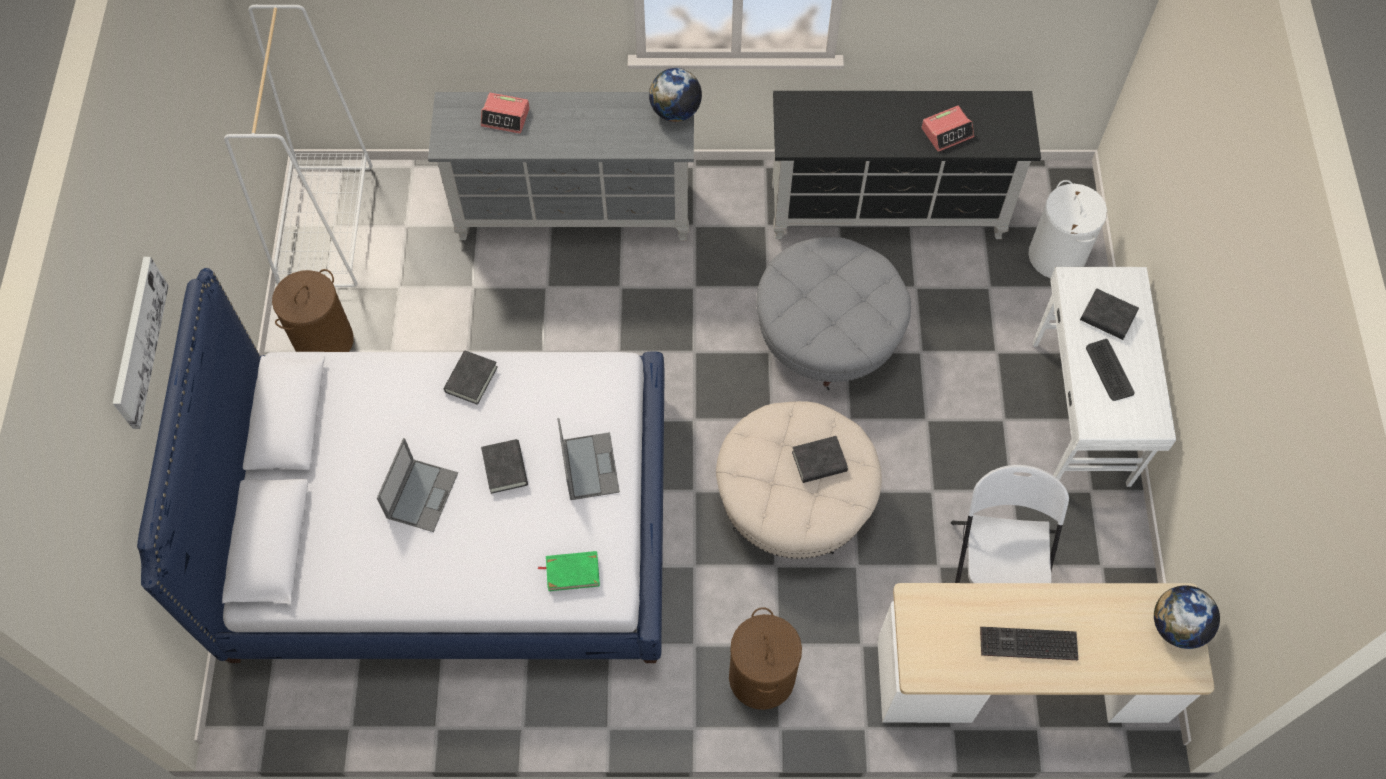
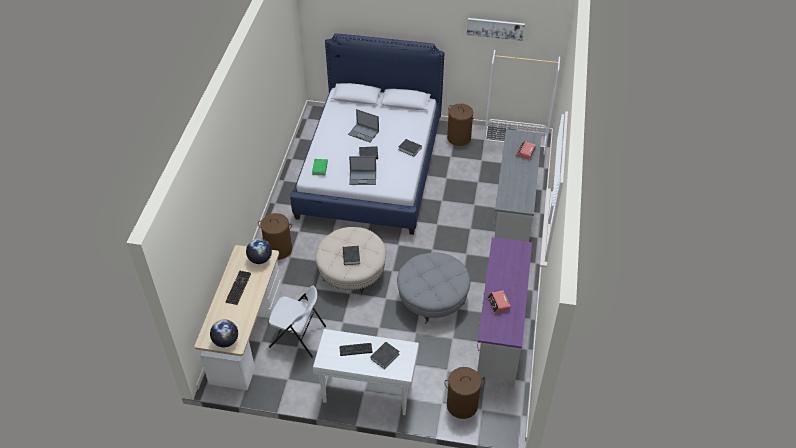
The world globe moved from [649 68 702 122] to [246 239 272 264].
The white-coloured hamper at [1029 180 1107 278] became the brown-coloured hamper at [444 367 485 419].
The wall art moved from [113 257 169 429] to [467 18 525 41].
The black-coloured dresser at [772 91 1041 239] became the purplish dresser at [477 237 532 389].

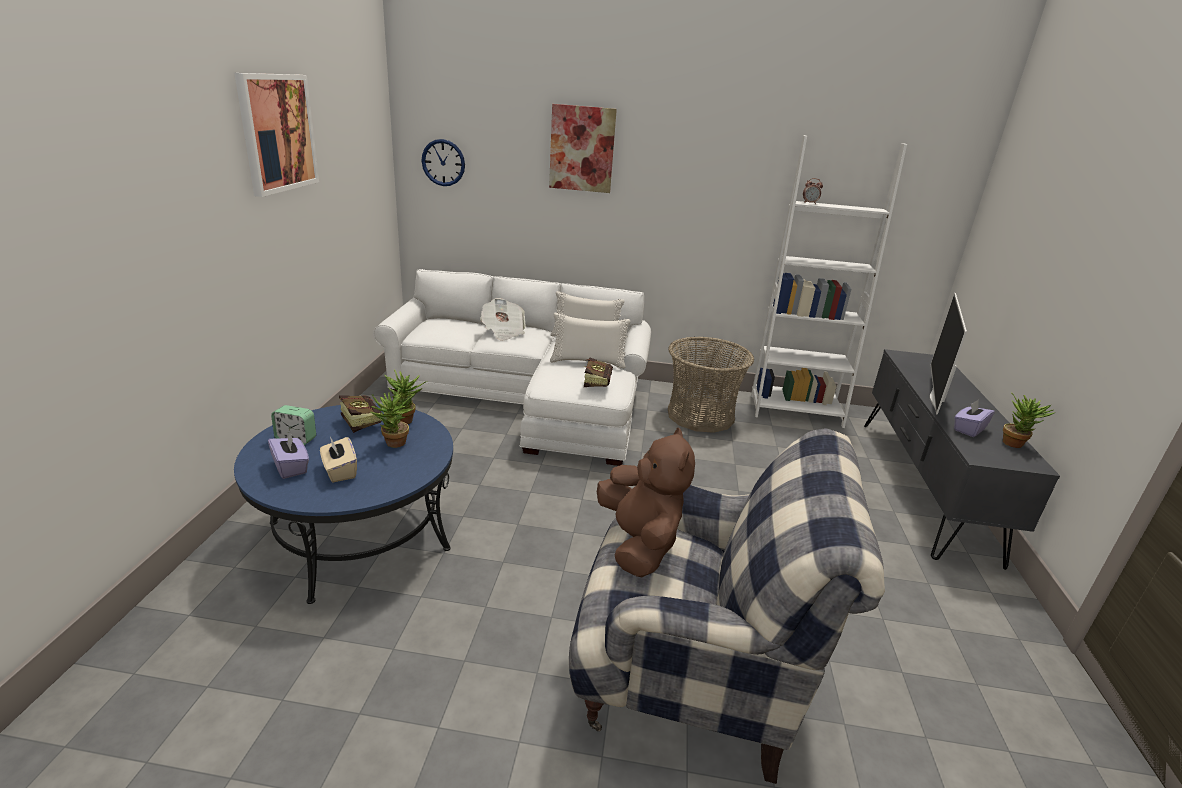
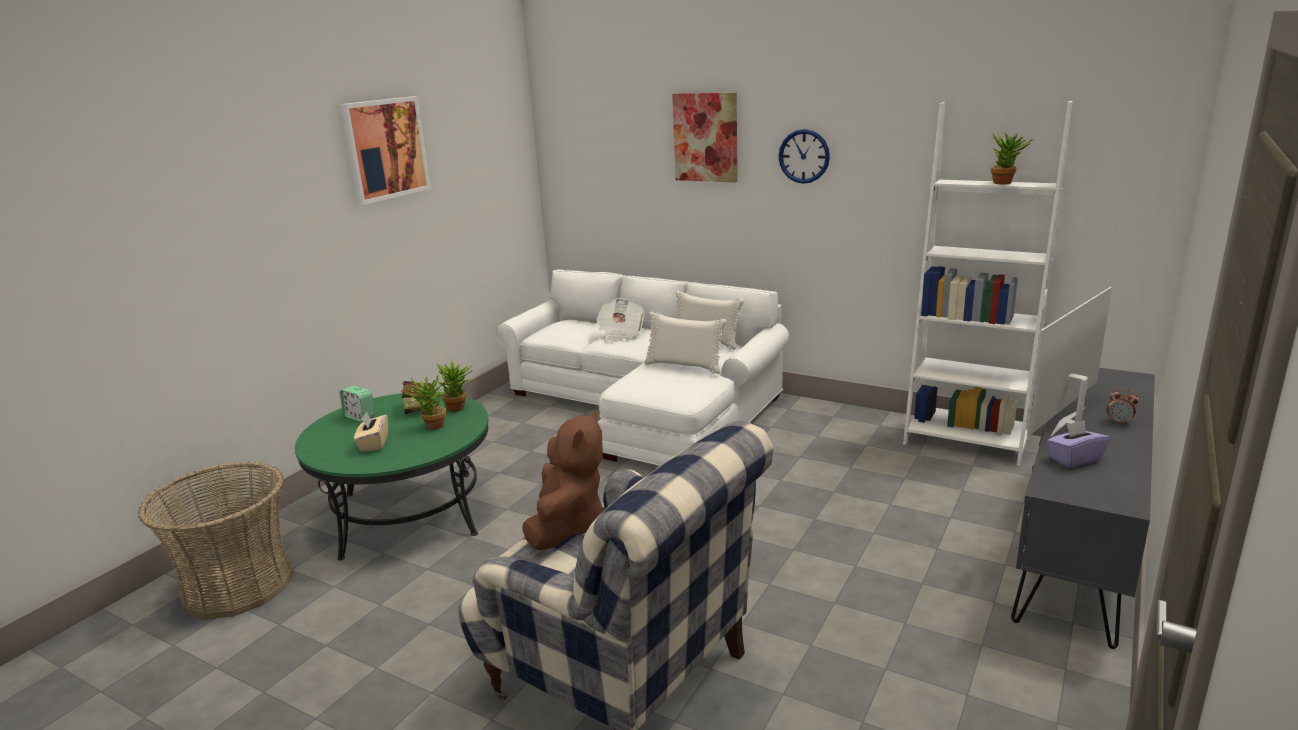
The basket moved from [668 337 754 433] to [138 461 294 619].
The bluish low table at [234 403 453 604] became the greenish low table at [295 392 489 560].
The hanging clock moved from [422 139 465 186] to [778 129 830 184].
The potted plant moved from [1003 393 1056 448] to [991 132 1033 184].
The alarm clock moved from [803 178 823 204] to [1107 389 1139 425].
The purplish box of tissues at [268 433 309 479] disappeared.
The bound book at [584 357 613 387] disappeared.

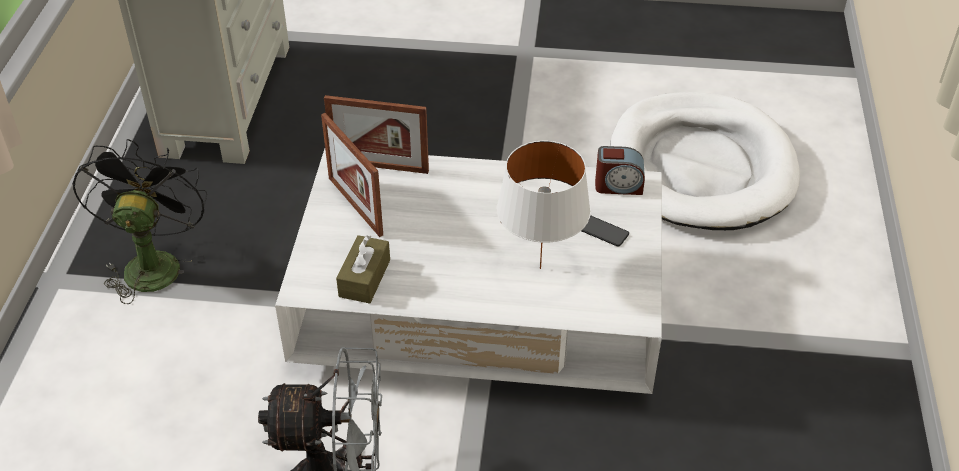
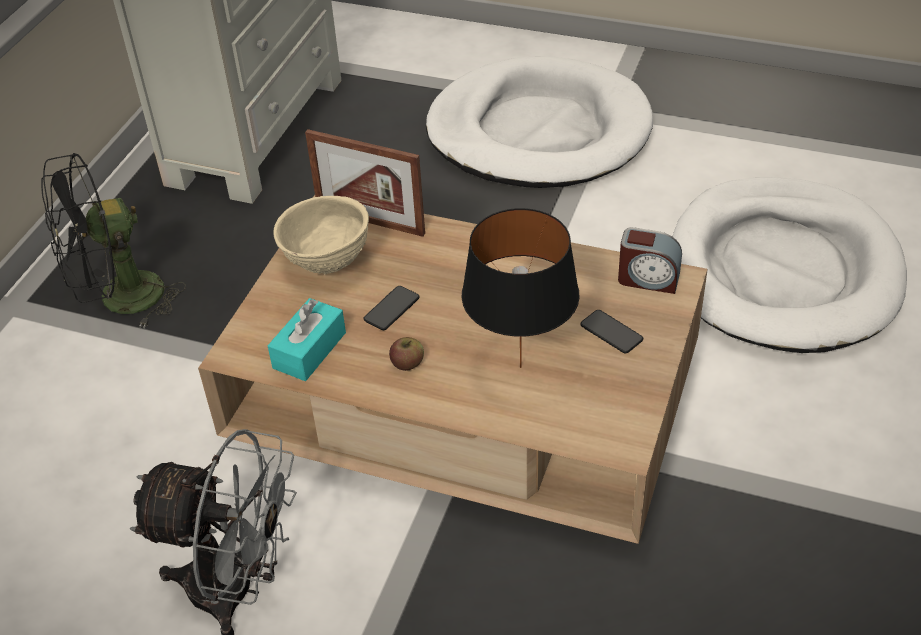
The black-coloured fan at [72 139 207 304] turned 135 degrees counterclockwise.
The white-coloured low table at [275 149 662 394] became the brown-coloured low table at [198 195 708 544].
The brown-coloured box of tissues at [336 235 390 304] became the turquoise-coloured box of tissues at [268 298 346 381].
The standing frame at [321 113 383 237] was replaced by the sand-coloured bowl at [274 196 369 275].
The handset at [363 286 420 330] appeared.
The apple fruit at [389 337 424 371] appeared.
The white-coloured dog bed at [426 56 653 188] appeared.
The white-coloured tabletop lamp at [497 141 591 269] became the black-coloured tabletop lamp at [462 208 580 368].

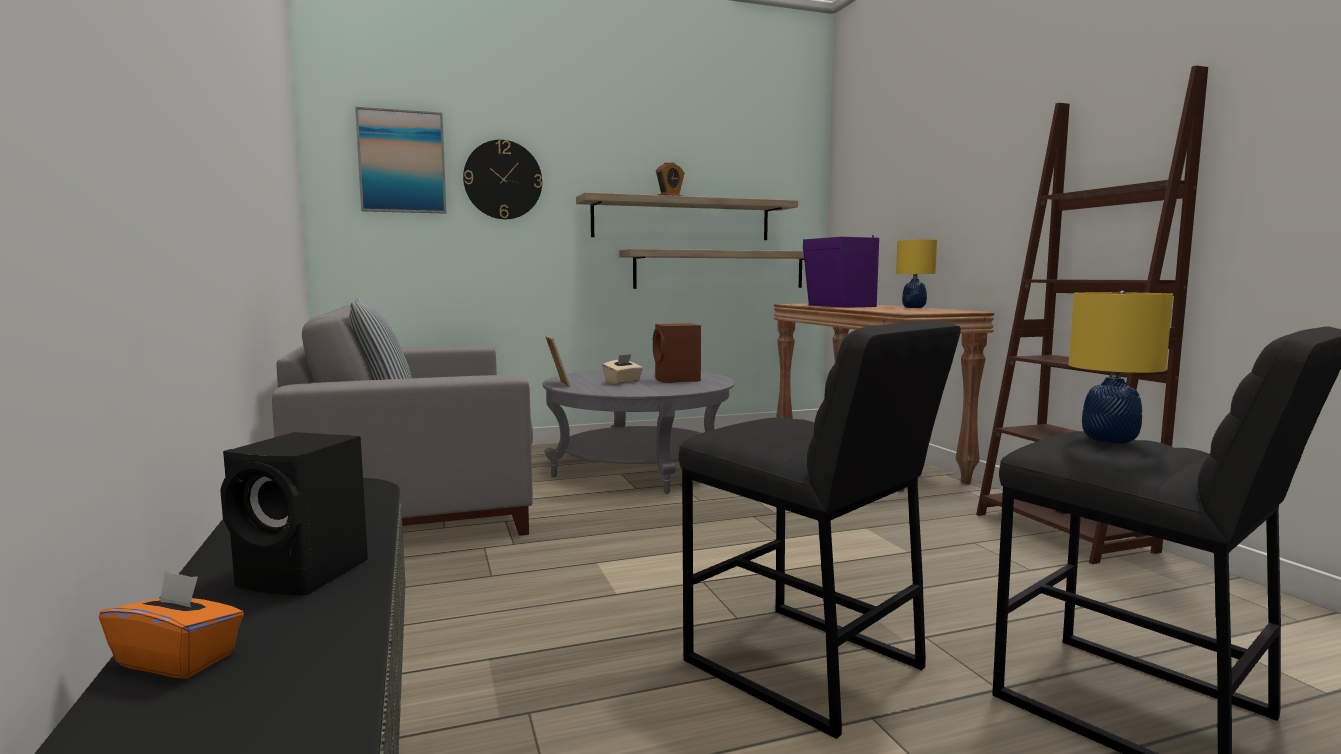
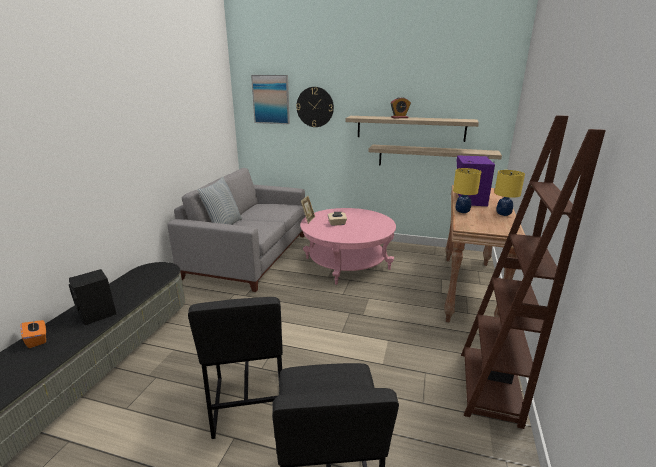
The gray low table at [543 369 735 493] became the pinkish low table at [300 208 396 285].
The yellowish tabletop lamp moved from [1068 291 1173 444] to [453 168 481 213].
The brown-coloured audio speaker at [653 323 701 383] disappeared.

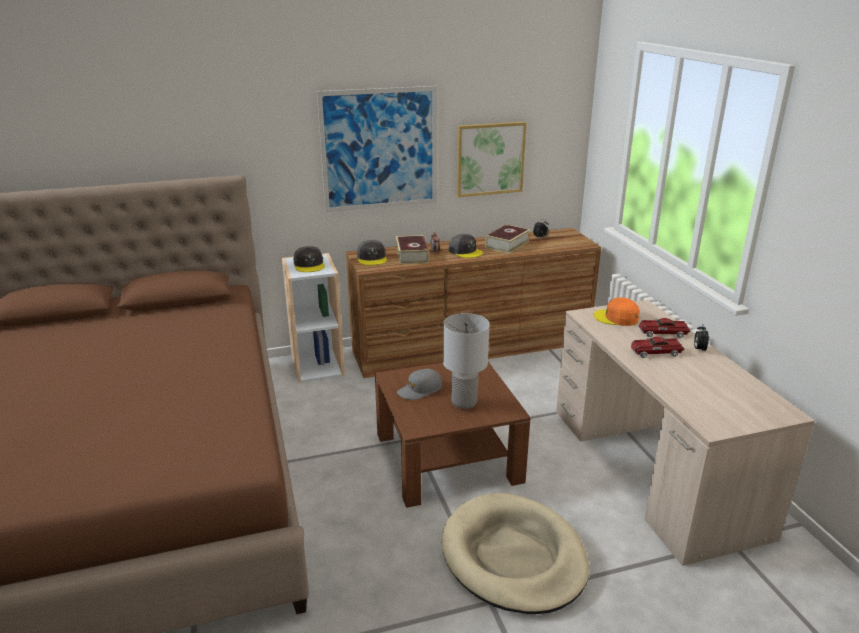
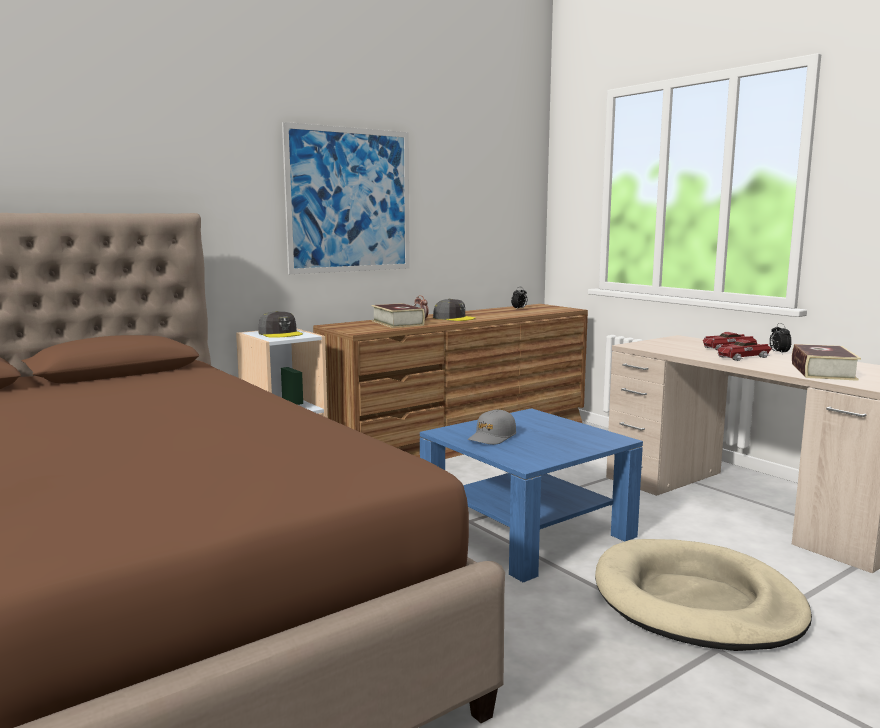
The brown-coloured low table at [375 362 531 508] became the bluish low table at [420 408 643 582].
The bound book moved from [485 224 530 254] to [792 344 861 381].
The gray cap at [357 240 387 265] disappeared.
The gray tabletop lamp at [443 313 490 409] disappeared.
The wall art at [457 122 527 197] disappeared.
The orange cap at [594 298 640 326] disappeared.

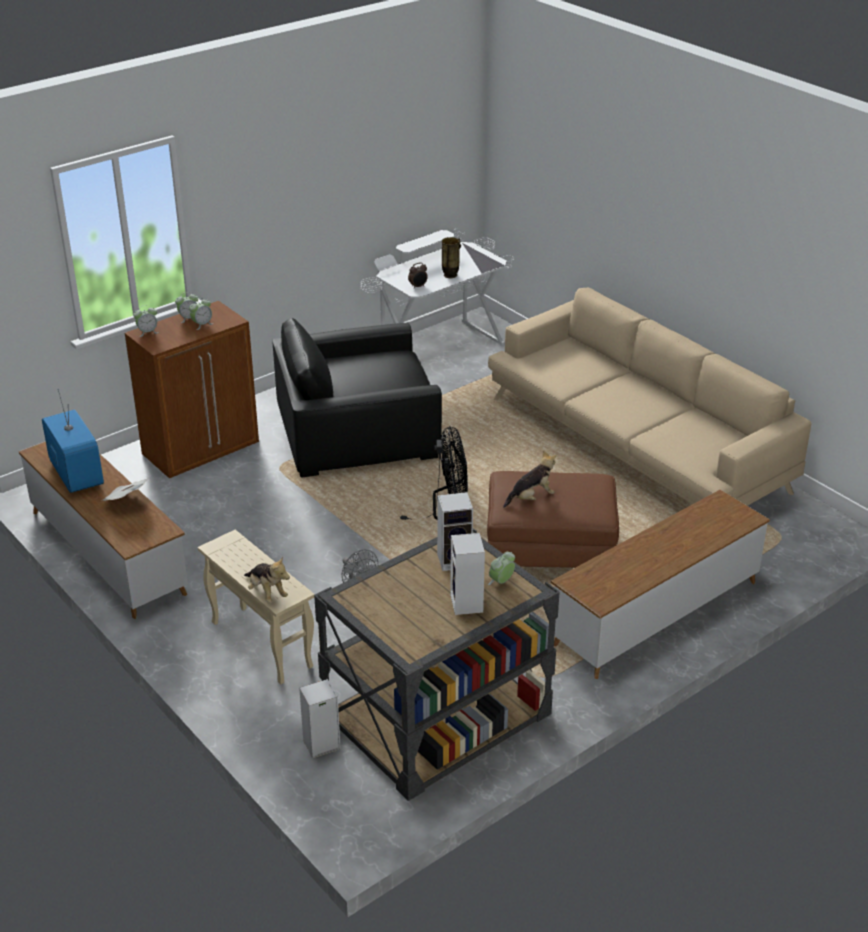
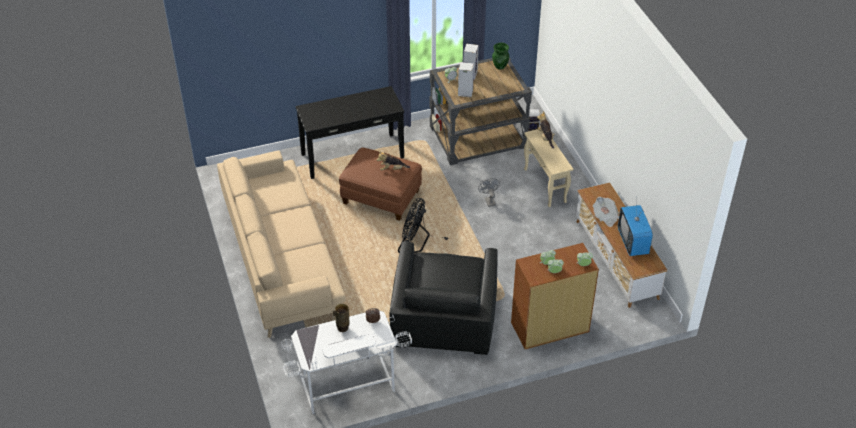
The tv unit at [551 490 770 679] was replaced by the black-coloured hall table at [296 86 404 179].
The black-coloured lounge chair at [272 318 442 478] turned 90 degrees clockwise.
The greenish flower vase at [492 43 509 69] appeared.

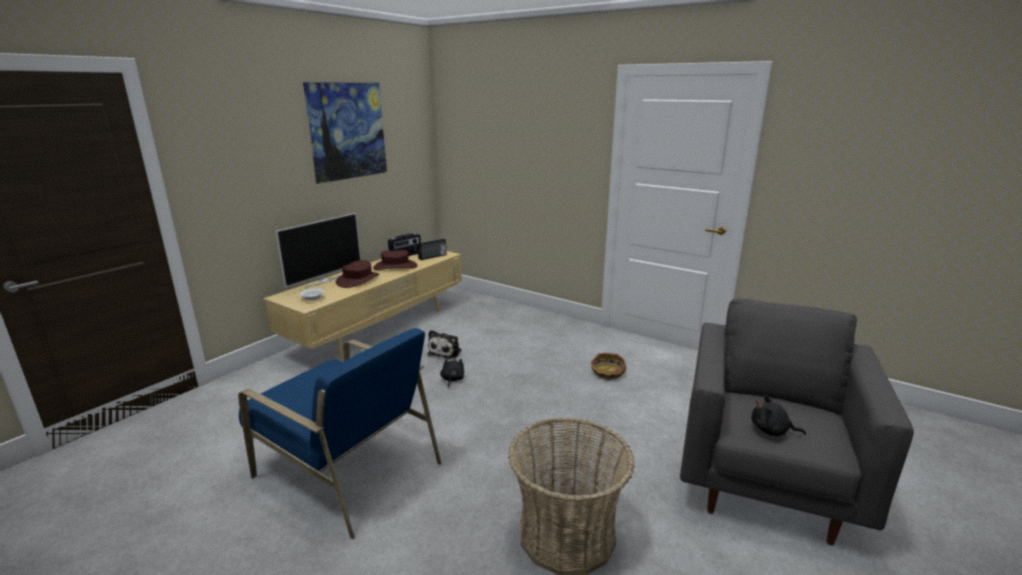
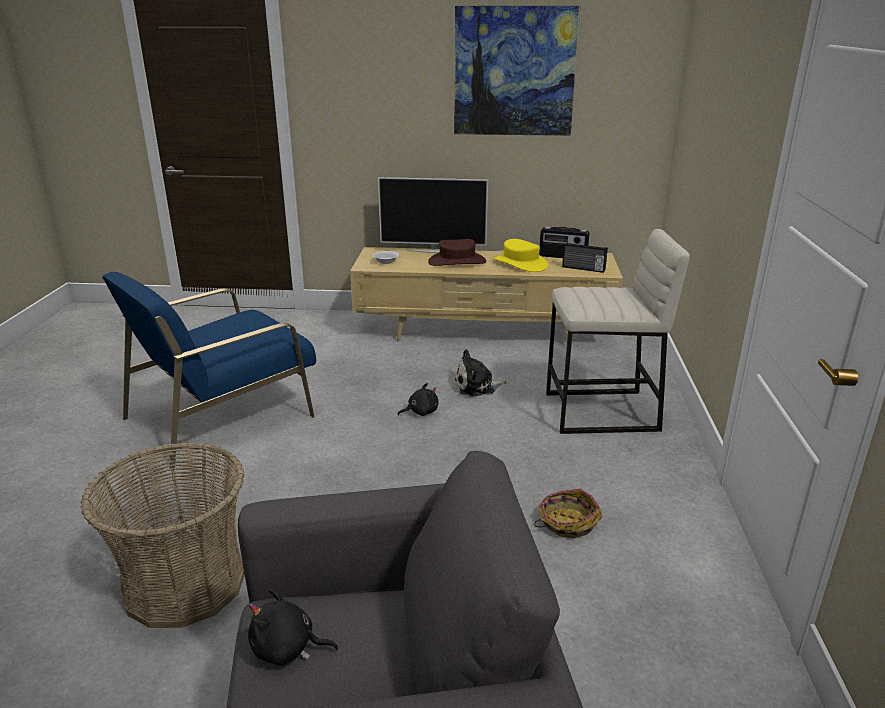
The bluish lounge chair at [238 328 442 539] turned 45 degrees clockwise.
The black-coloured cuddly toy at [751 395 806 437] turned 75 degrees counterclockwise.
The brown-coloured wearable hat at [373 250 418 270] became the yellowish wearable hat at [493 239 548 272].
The sand-coloured stool at [546 229 690 434] appeared.

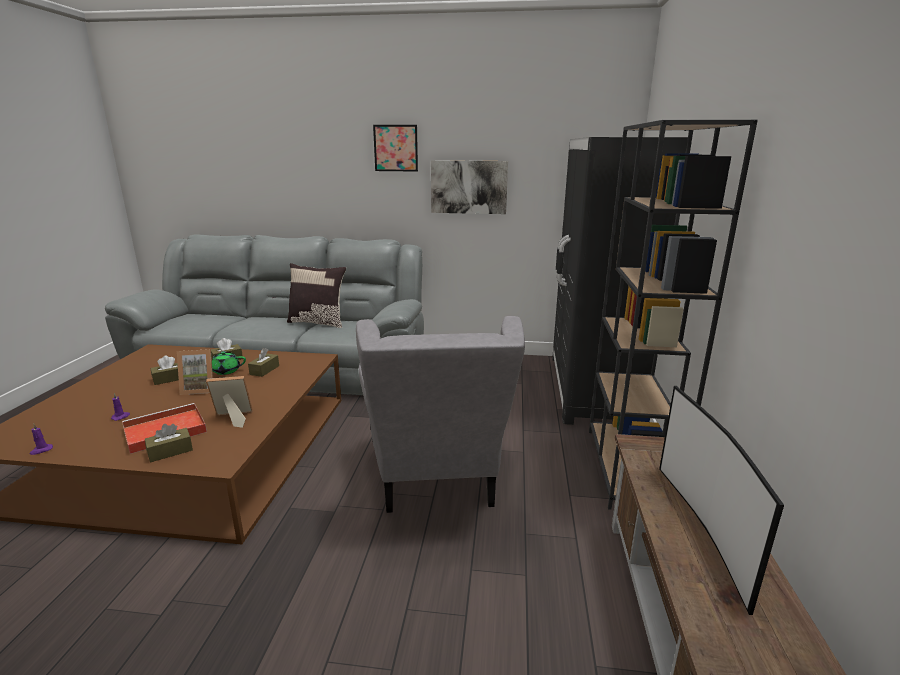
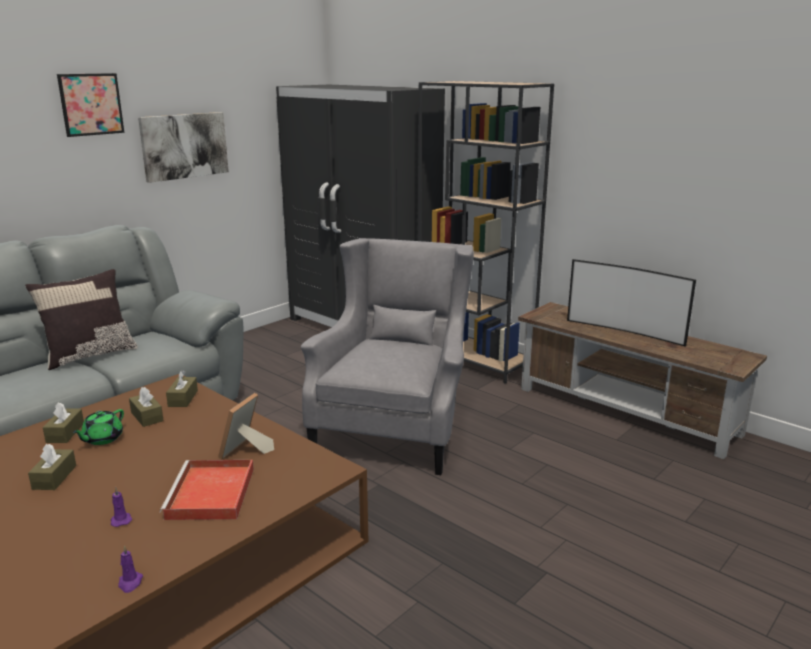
The brown-coloured box of tissues moved from [145 424 193 462] to [166 370 198 407].
The gray lounge chair at [356 316 525 513] turned 105 degrees counterclockwise.
The standing frame at [177 349 213 395] disappeared.

